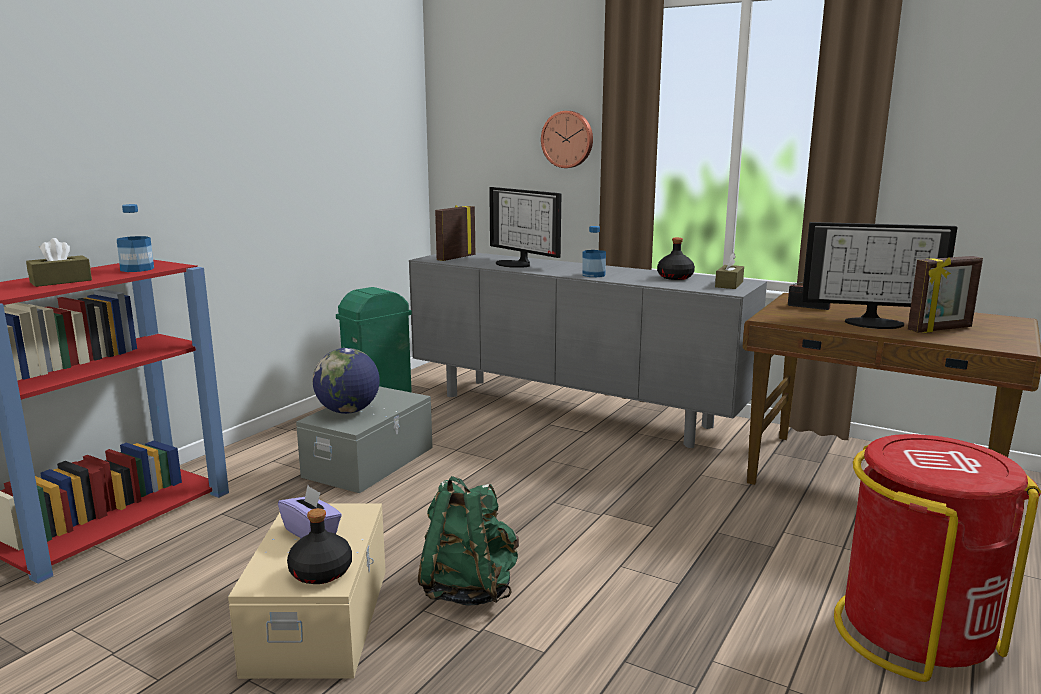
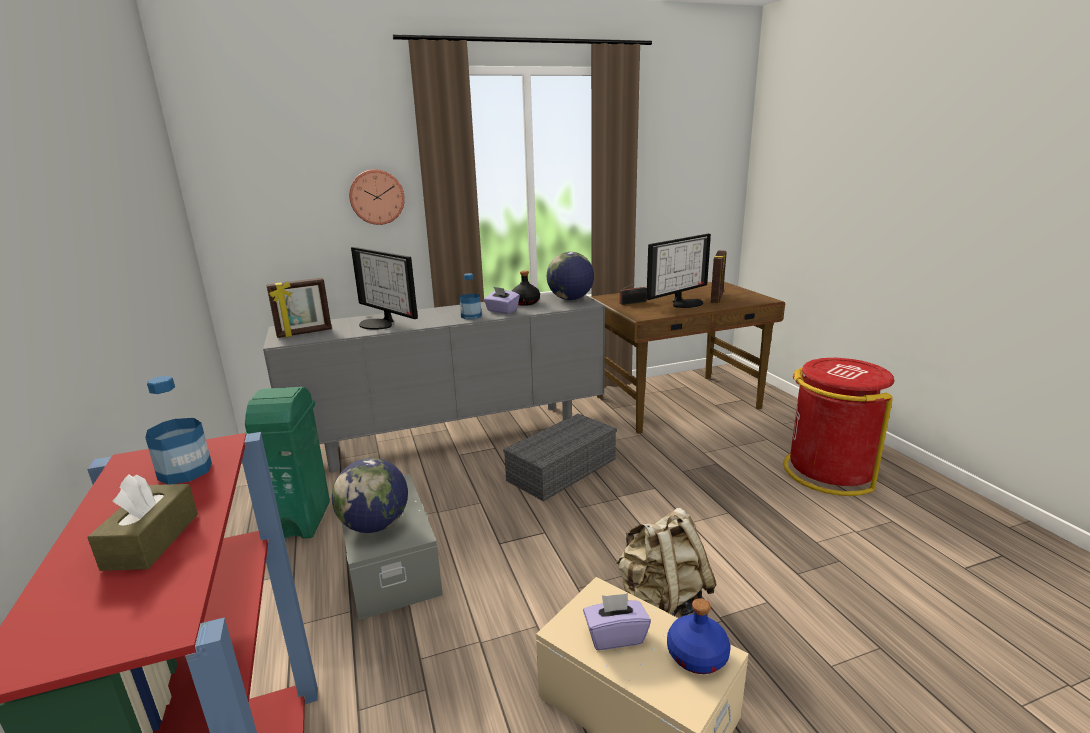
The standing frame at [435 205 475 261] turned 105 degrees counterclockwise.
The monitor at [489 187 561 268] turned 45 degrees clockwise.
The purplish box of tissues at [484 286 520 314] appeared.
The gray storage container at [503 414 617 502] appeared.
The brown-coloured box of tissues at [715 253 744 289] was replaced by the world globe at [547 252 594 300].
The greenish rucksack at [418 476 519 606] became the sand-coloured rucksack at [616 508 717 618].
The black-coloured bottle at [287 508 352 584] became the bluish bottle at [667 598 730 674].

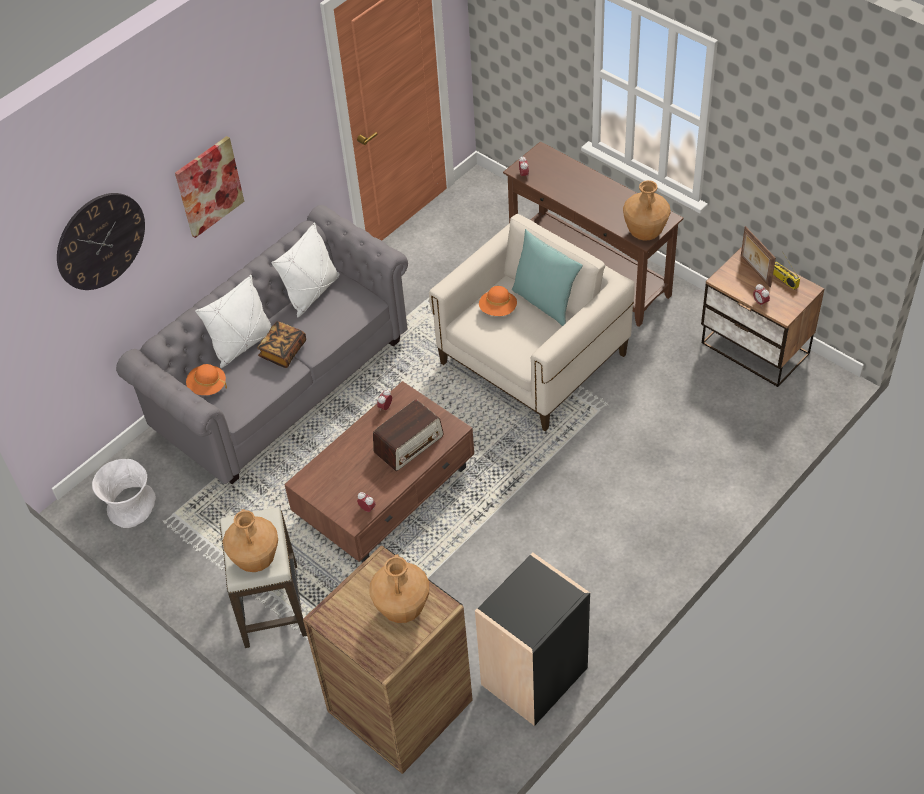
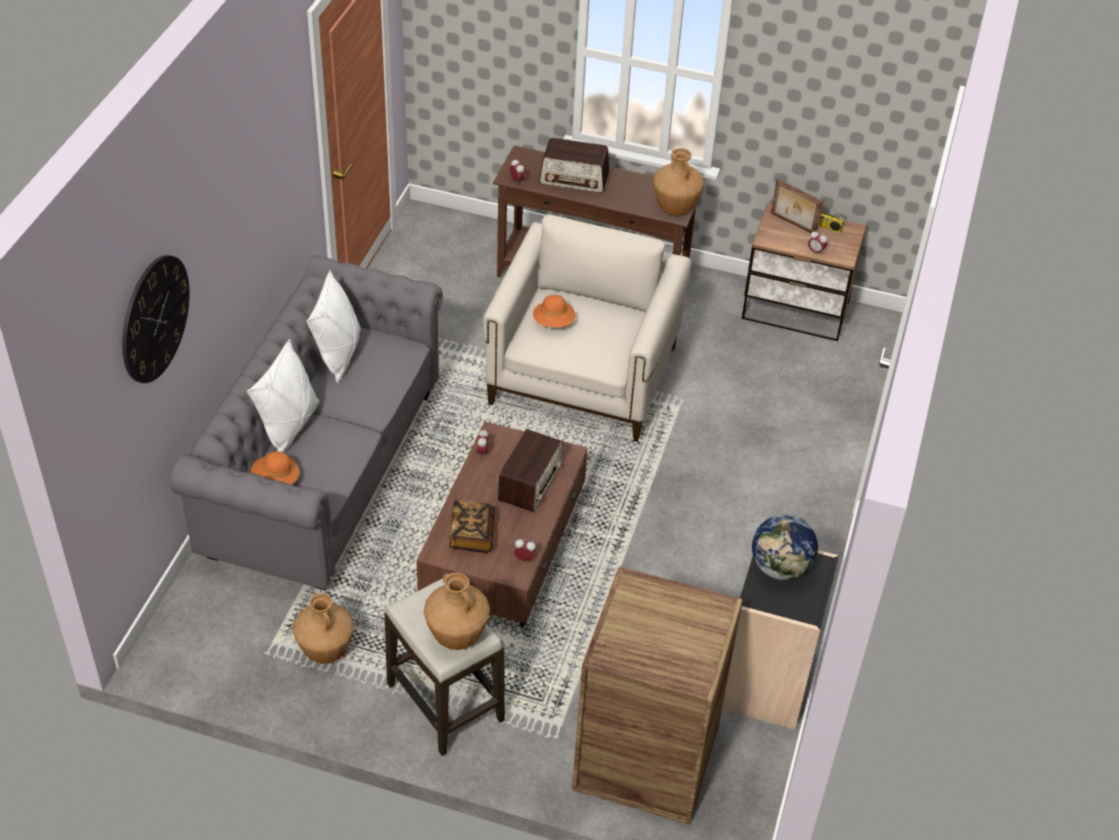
The brown-coloured flower vase moved from [370 554 429 623] to [293 593 353 664].
The bound book moved from [257 321 306 368] to [448 501 495 553].
The radio at [539 138 609 193] appeared.
The world globe at [752 514 818 580] appeared.
The white-coloured flower vase at [92 459 156 528] disappeared.
The wall art at [175 136 244 238] disappeared.
The turquoise-coloured pillow at [512 229 583 326] disappeared.

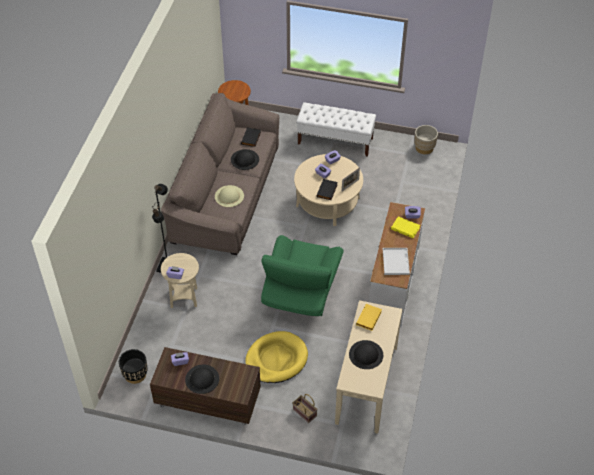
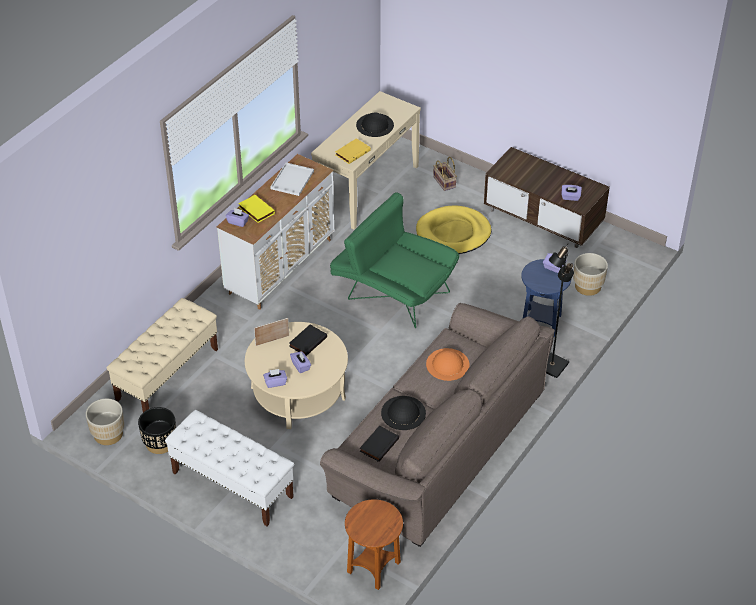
The sand-coloured long seat at [107 298 218 412] appeared.
The black-coloured flower pot moved from [119 349 148 384] to [138 407 176 454].
The greenish lounge chair at [261 235 344 316] turned 90 degrees counterclockwise.
The sand-coloured wearable hat at [215 185 244 207] became the orange wearable hat at [426 348 470 381].
The sand-coloured accent table at [161 253 199 308] became the bluish accent table at [521 259 571 337].
The sand-coloured flower pot at [573 253 608 296] appeared.
The black-coloured wearable hat at [185 365 219 394] disappeared.

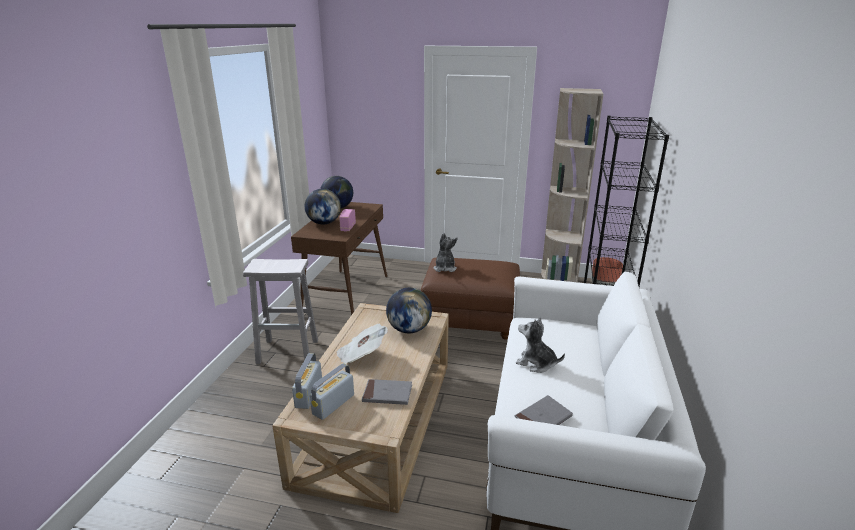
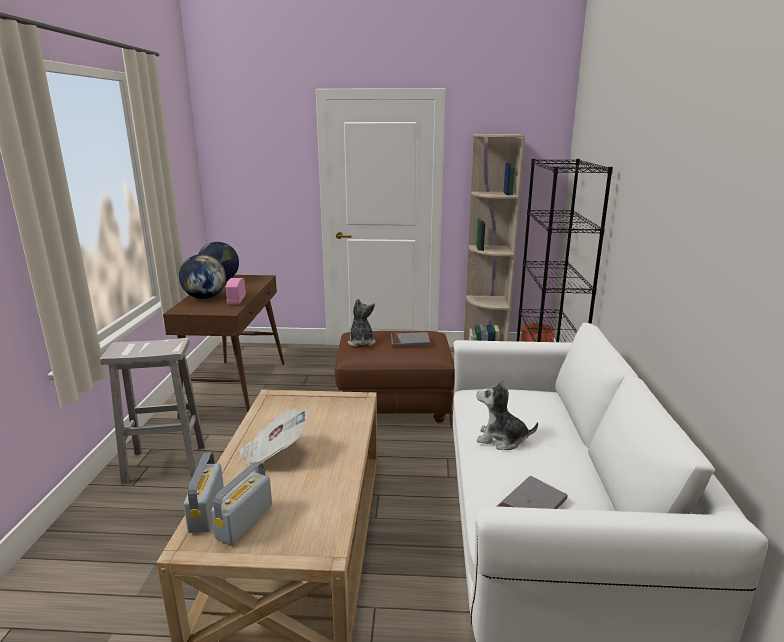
The gray bound book moved from [362 379 412 405] to [391 332 430 347].
The world globe at [386 288 432 333] disappeared.

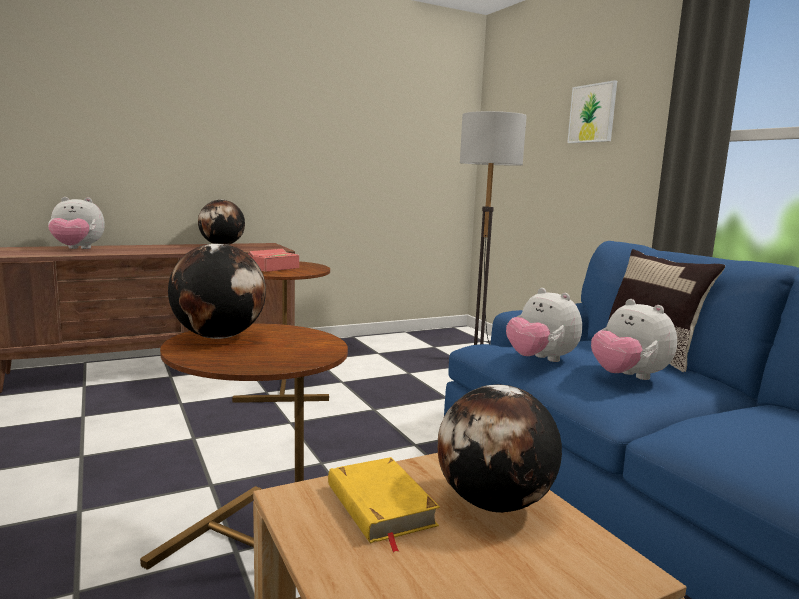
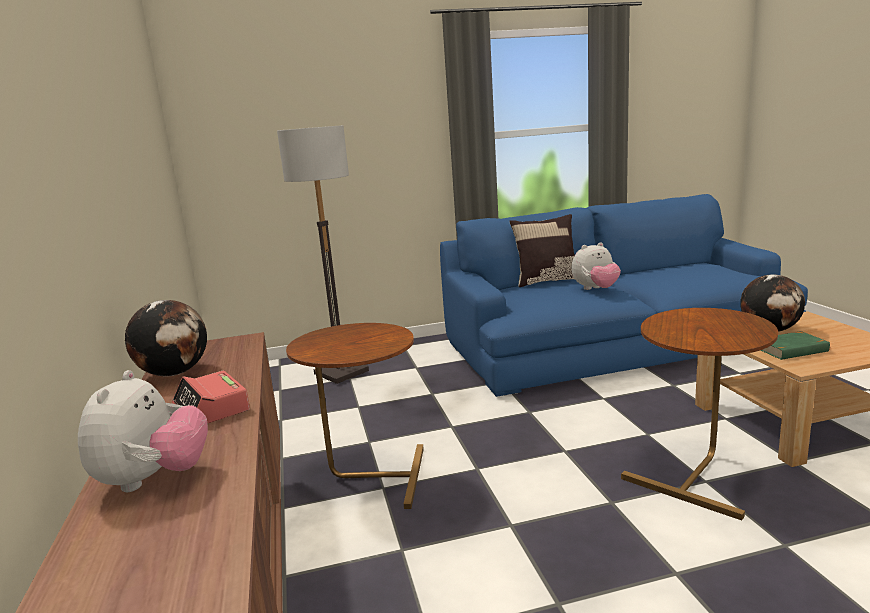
The alarm clock moved from [248 249 299 272] to [172 370 250 424].
The yellowish bound book at [328 457 440 553] became the greenish bound book at [761 331 830 360].
The world globe at [168 244 266 339] disappeared.
The cuddly toy at [506 288 582 362] disappeared.
The wall art at [567 80 617 143] disappeared.

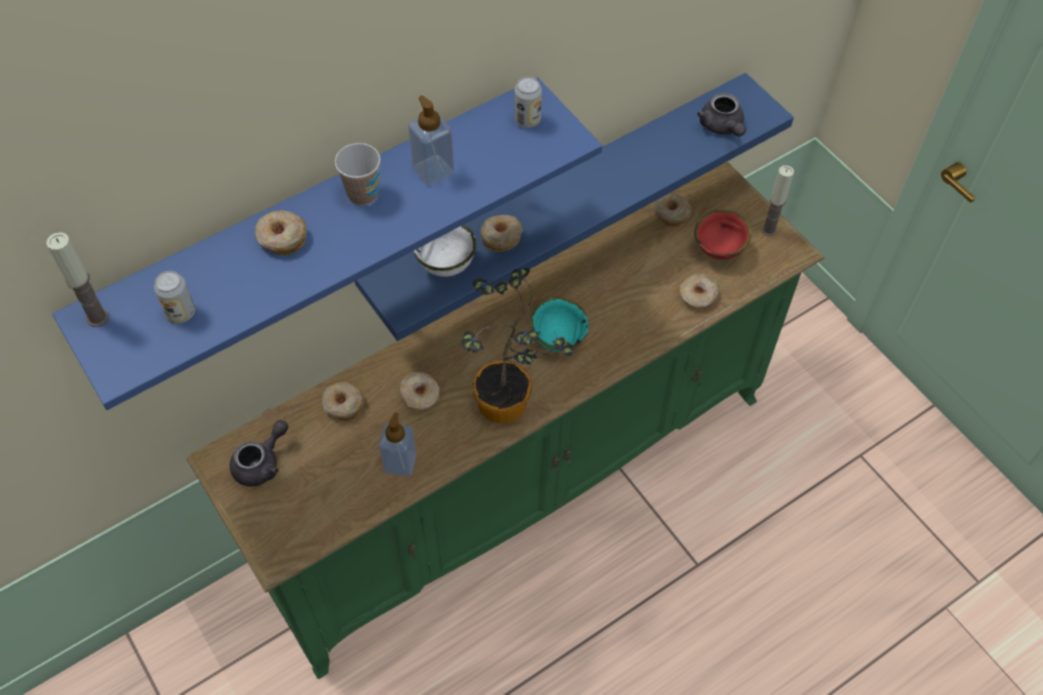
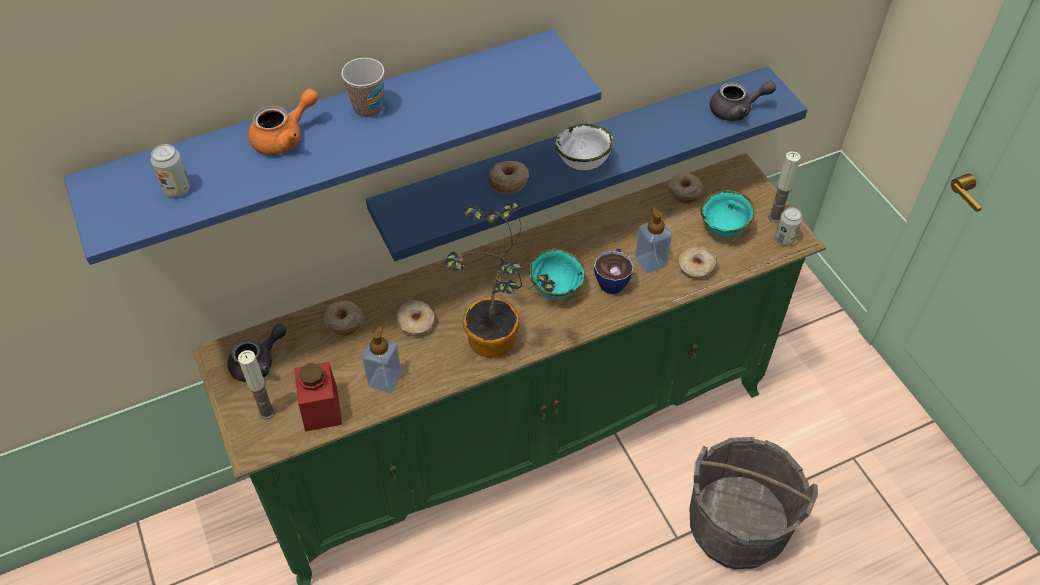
The candle moved from [46 232 109 327] to [238 350 275 420].
The doughnut at [255 210 307 256] was replaced by the orange pot for tea at [248 88 319 155].
The red jar at [294 362 342 432] appeared.
The white-coloured bowl moved from [414 225 476 277] to [555 124 613 172].
The drinking cup at [594 248 634 294] appeared.
The soap bottle moved from [408 95 454 185] to [635 207 672 274].
The gray bucket at [690 437 818 569] appeared.
The red bowl at [694 210 752 260] became the turquoise-coloured bowl at [700 190 755 237].
The gray pot for tea at [697 93 746 136] turned 90 degrees counterclockwise.
The can moved from [514 77 542 128] to [775 207 802 246].

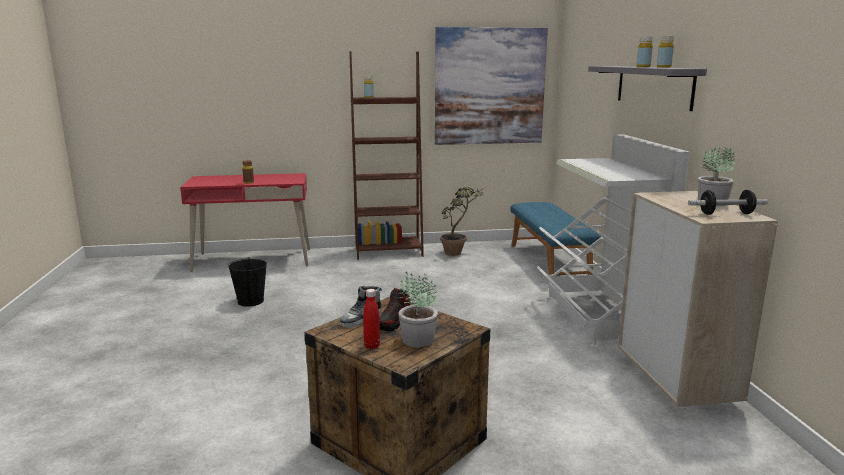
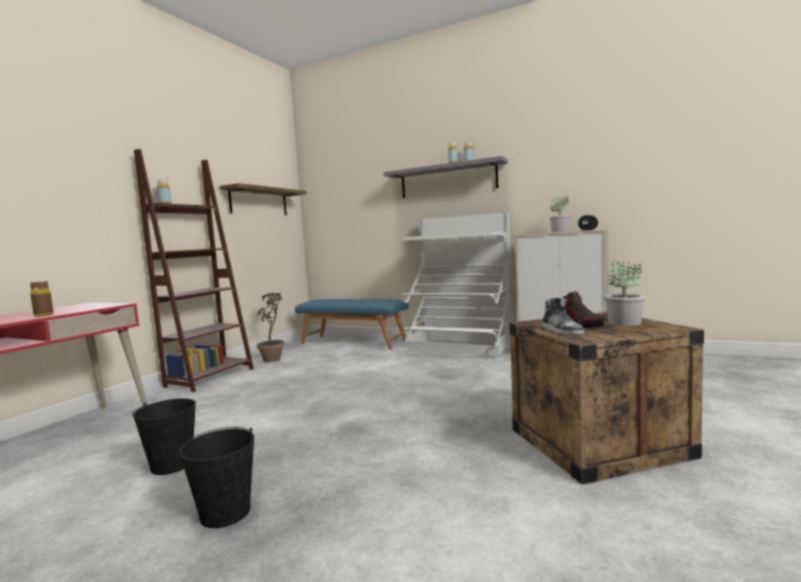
The black-coloured bucket at [179 427 255 528] appeared.
The wall art at [435 27 548 145] was replaced by the wall shelf at [220 183 307 215].
The red bottle at [363 289 380 349] disappeared.

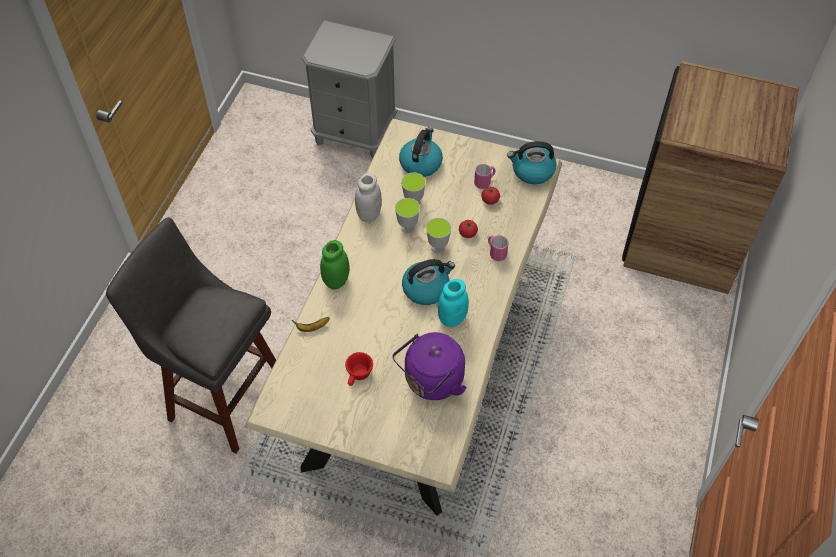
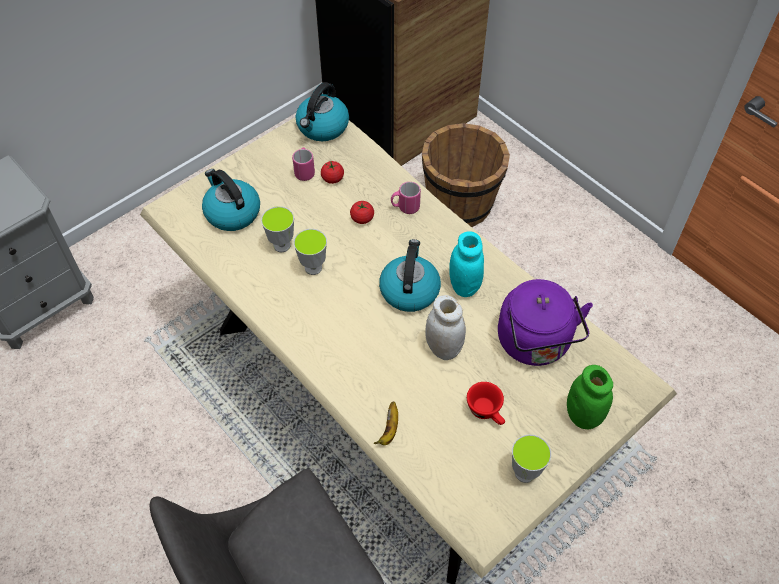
The brown-coloured bucket at [422 123 510 227] appeared.
The white-coloured jar moved from [355 173 382 222] to [426 295 466 360].
The drinking cup moved from [426 218 451 253] to [512 435 551 483].
The greenish jar moved from [320 240 349 290] to [567 365 613 430].

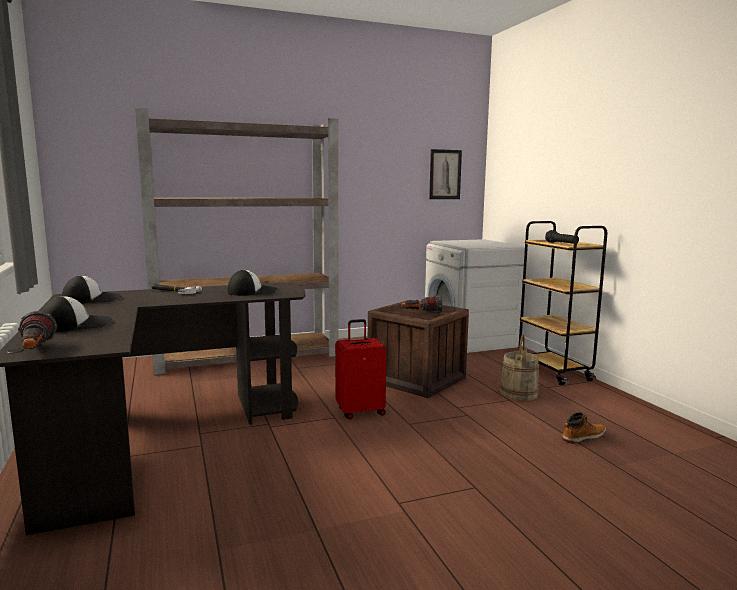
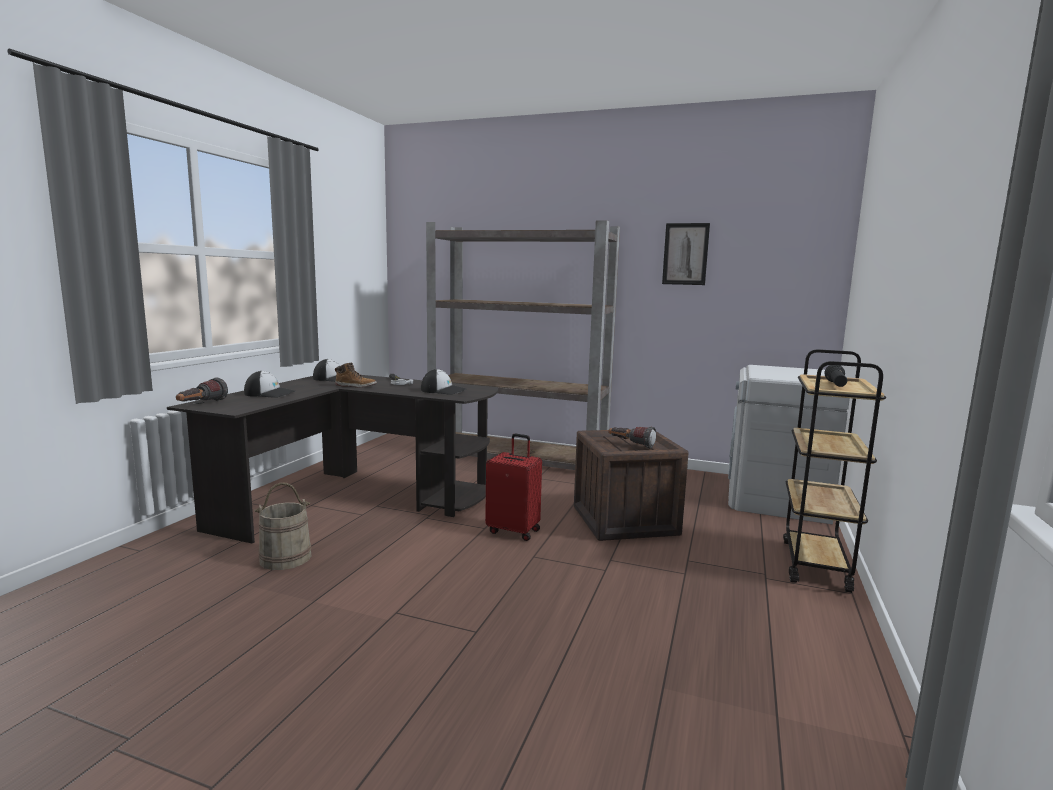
The sand-coloured bucket moved from [500 335 539 401] to [254 482 312 570].
The tall boot moved from [562 412 606 443] to [335 363 377 388].
The wall art moved from [429 149 462 199] to [662 223 710 285].

